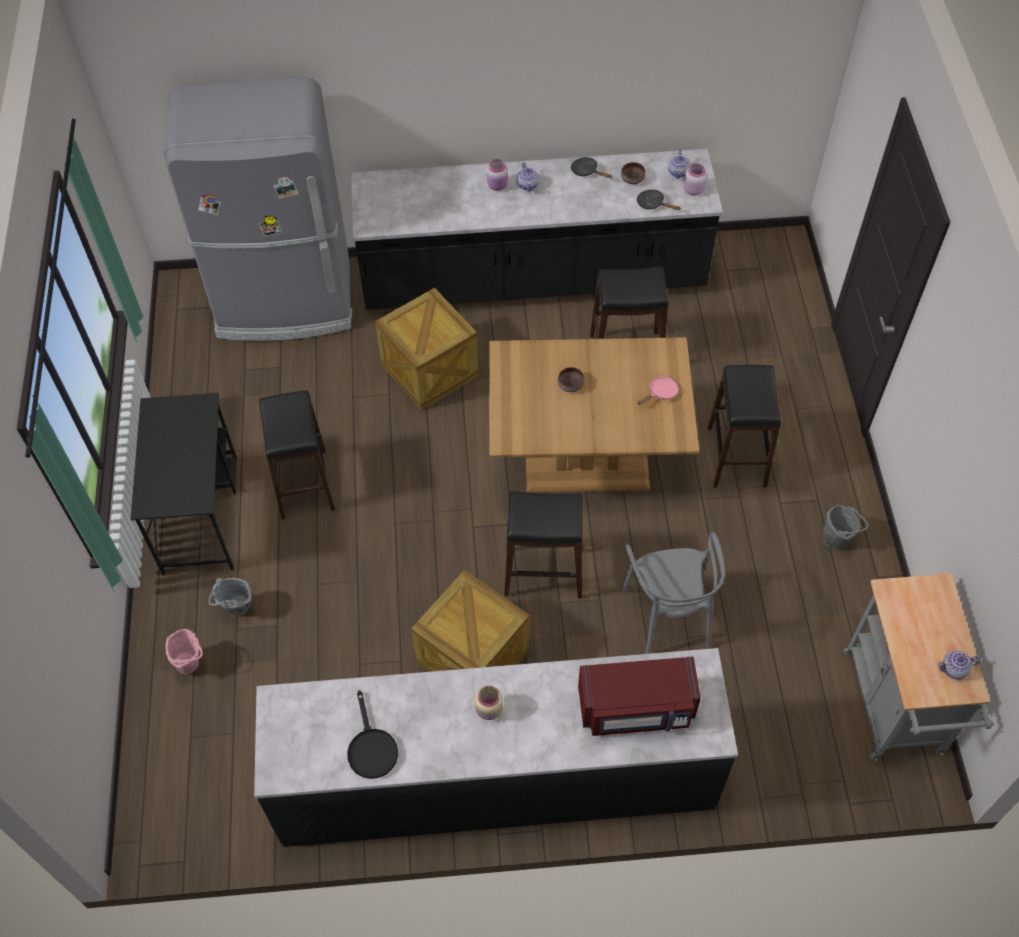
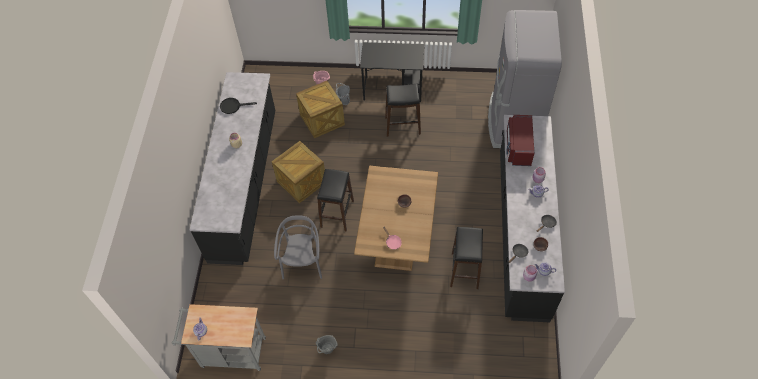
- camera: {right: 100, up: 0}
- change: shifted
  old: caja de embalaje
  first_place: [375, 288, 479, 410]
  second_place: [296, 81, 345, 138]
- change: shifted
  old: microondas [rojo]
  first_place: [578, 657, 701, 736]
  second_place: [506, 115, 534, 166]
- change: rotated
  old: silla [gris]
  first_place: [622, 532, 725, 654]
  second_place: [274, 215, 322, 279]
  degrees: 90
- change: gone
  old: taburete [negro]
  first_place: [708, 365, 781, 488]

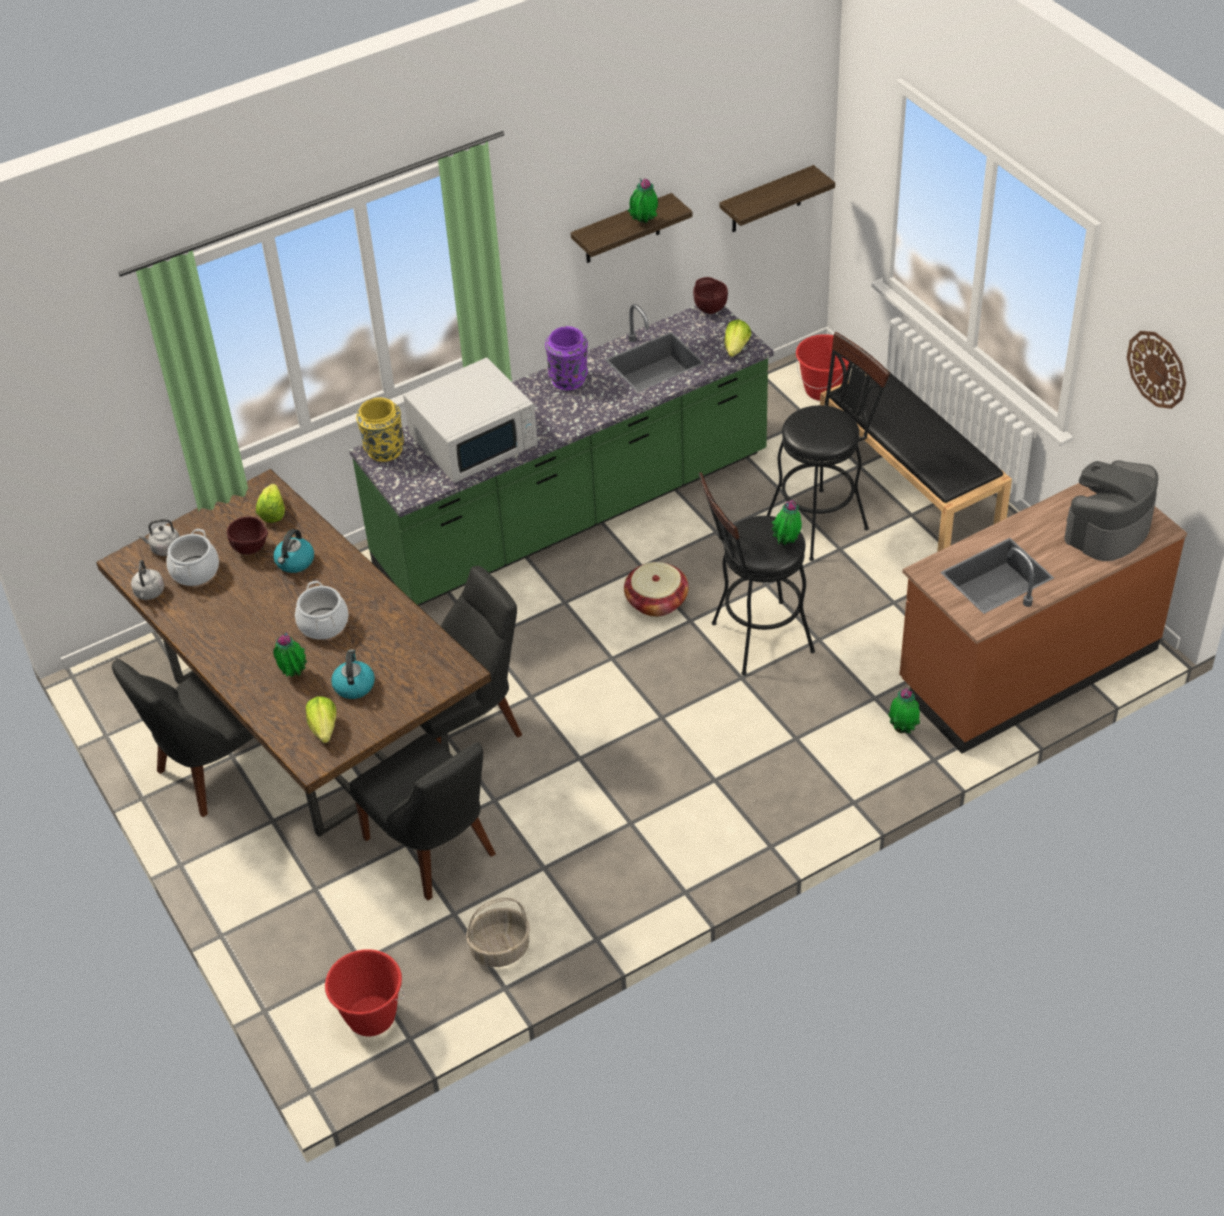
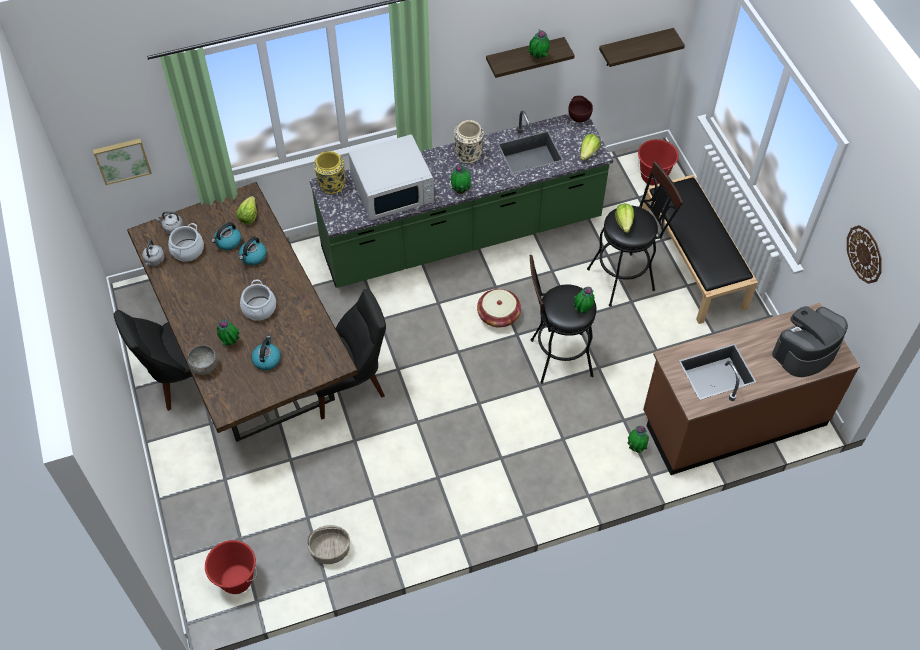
- camera: {right: 10, up: 10}
- change: swapped
  old: cuenco [marrón]
  new: hervidor
  first_place: [227, 516, 268, 555]
  second_place: [211, 222, 241, 250]
- change: shifted
  old: lechuga
  first_place: [306, 696, 336, 743]
  second_place: [615, 203, 634, 233]
- change: gone
  old: silla [negro]
  first_place: [350, 733, 496, 901]
- change: repainted
  old: florero [morado]
  new: florero [beis]
  first_place: [545, 326, 588, 390]
  second_place: [454, 120, 484, 163]
- change: new
  new: cuadro
  second_place: [93, 138, 152, 185]
- change: new
  new: cuenco [gris]
  second_place: [187, 345, 218, 375]
- change: new
  new: planta en maceta
  second_place: [451, 164, 472, 194]

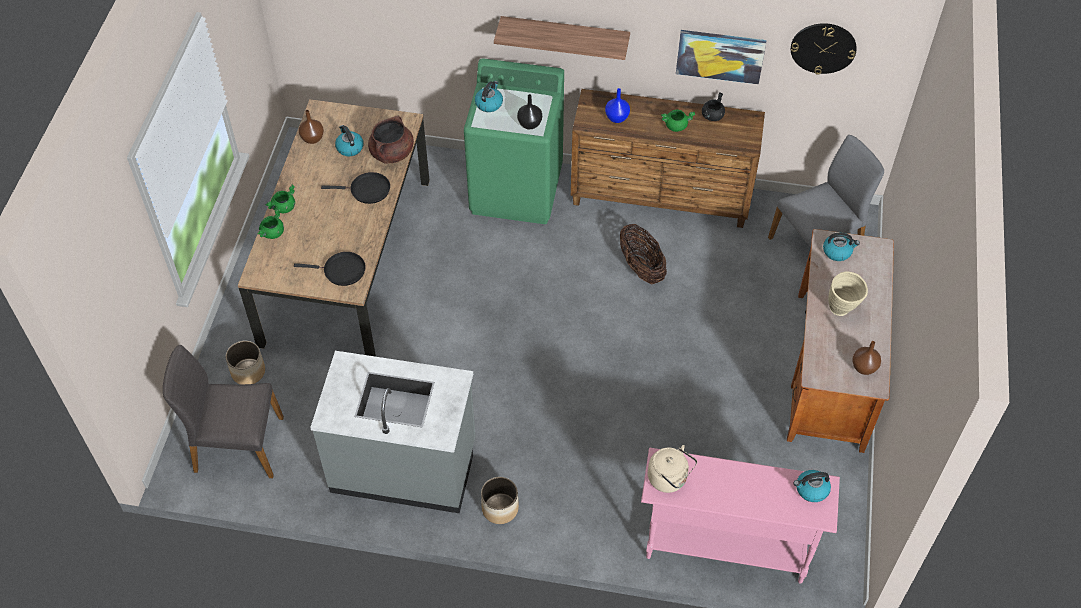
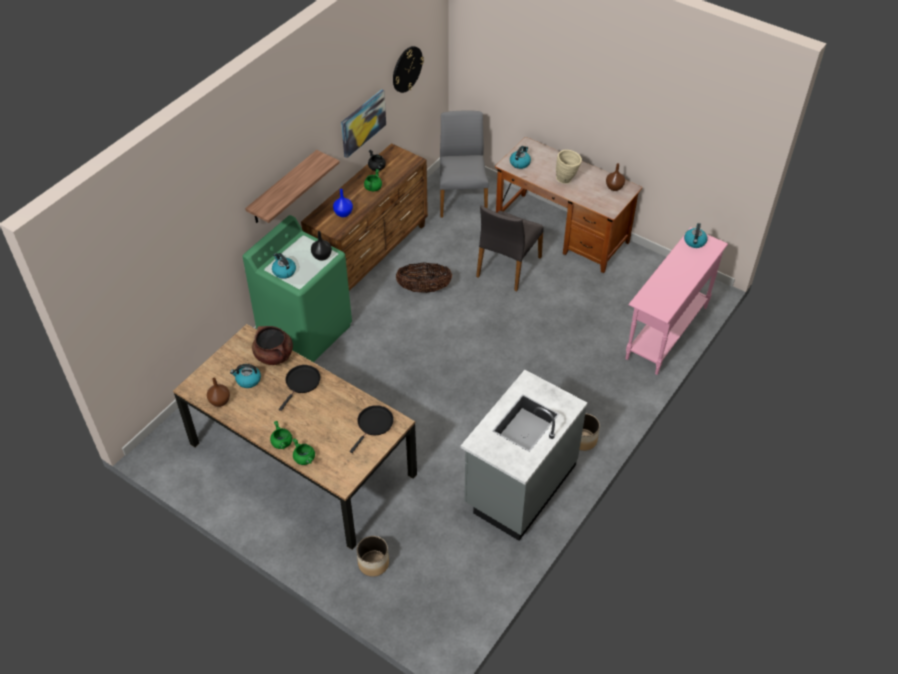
- camera: {right: -65, up: -5}
- change: shifted
  old: silla [gris]
  first_place: [163, 345, 284, 478]
  second_place: [476, 205, 544, 292]
- change: gone
  old: hervidor [beis]
  first_place: [648, 445, 697, 493]

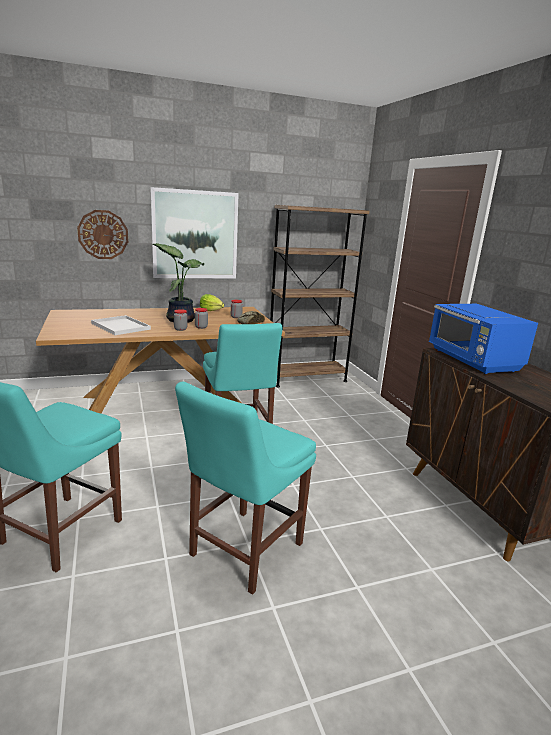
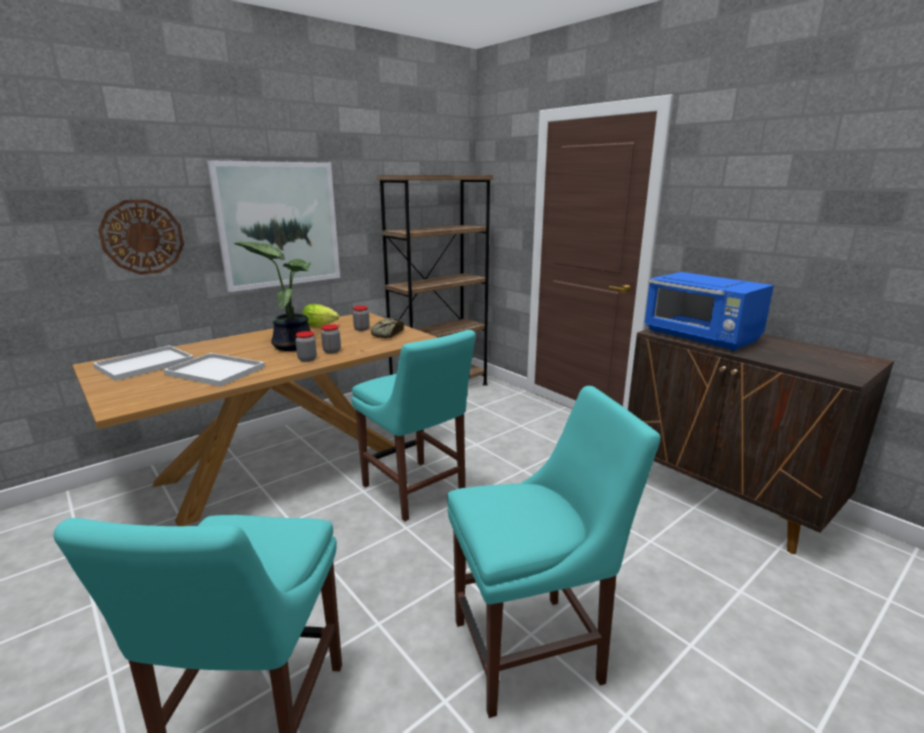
- camera: {right: -20, up: 0}
- change: rotated
  old: silla [turquesa]
  first_place: [175, 382, 316, 595]
  second_place: [447, 386, 661, 718]
  degrees: -120
- change: new
  new: bandeja [blanco]
  second_place: [93, 345, 194, 381]

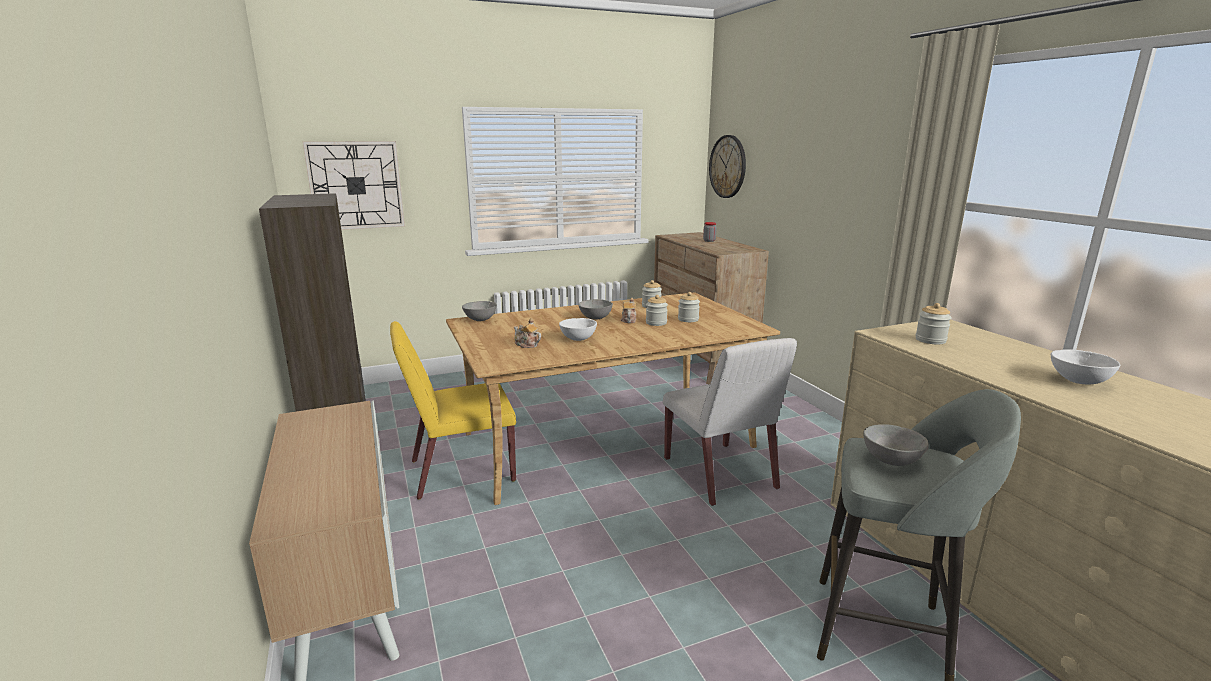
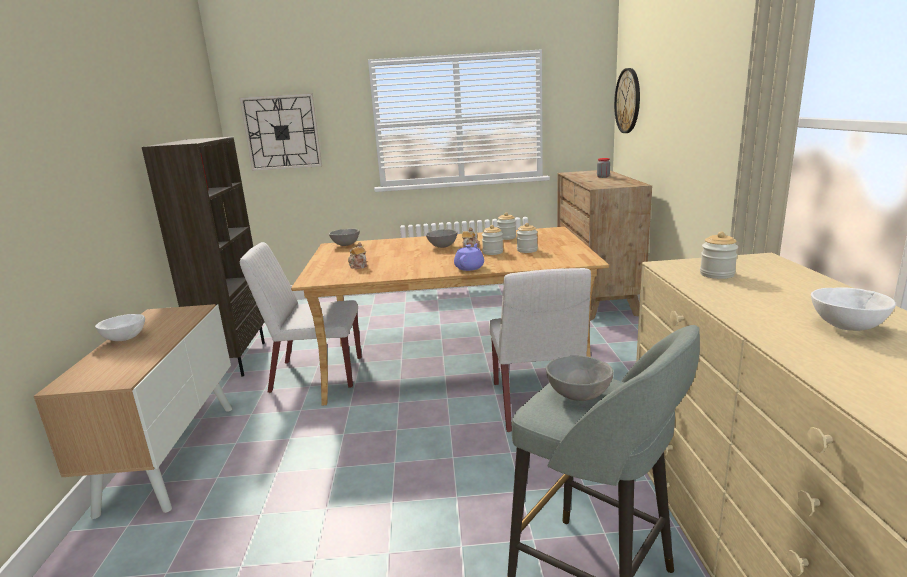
- camera: {right: 20, up: 0}
- change: repainted
  old: silla [amarillo]
  new: silla [blanco]
  first_place: [390, 321, 516, 500]
  second_place: [240, 242, 362, 393]
- change: shifted
  old: cuenco [blanco]
  first_place: [559, 318, 597, 341]
  second_place: [95, 314, 145, 341]
- change: new
  new: tetera [morado]
  second_place: [454, 243, 484, 271]

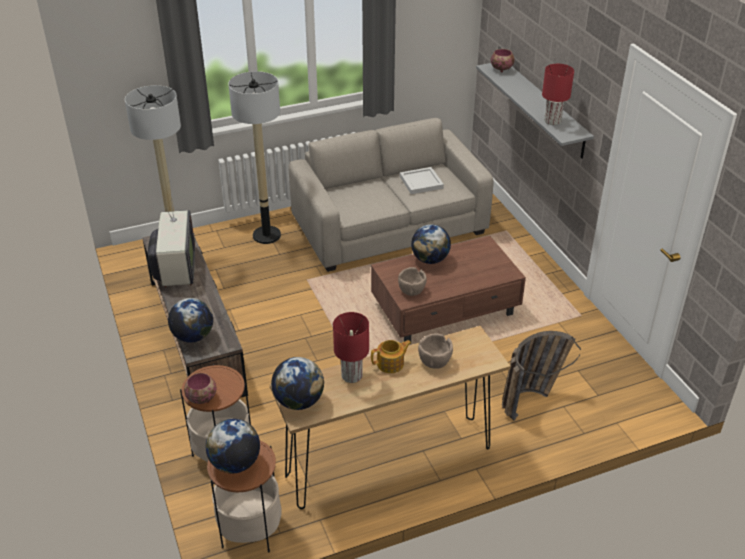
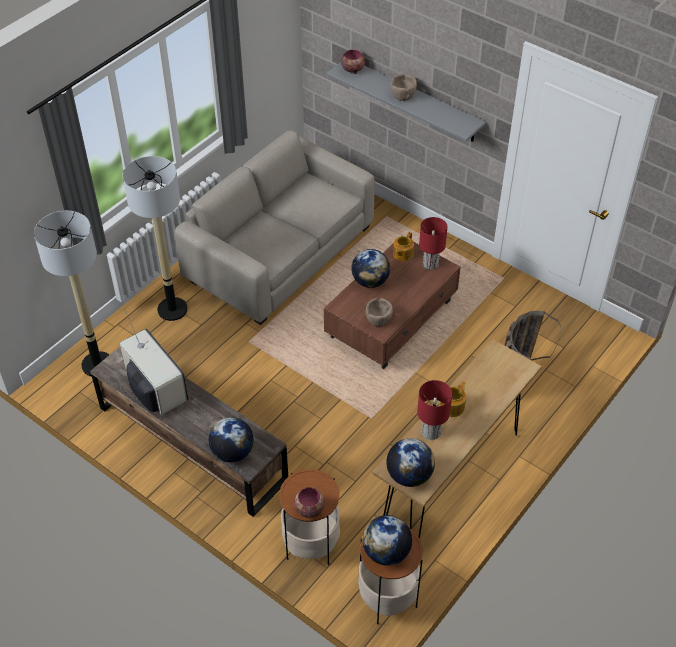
- camera: {right: -30, up: 10}
- change: gone
  old: bandeja [blanco]
  first_place: [400, 167, 444, 194]
- change: shifted
  old: cuenco [marrón]
  first_place: [418, 333, 453, 369]
  second_place: [390, 74, 417, 101]
- change: shifted
  old: lámpara de mesa [rojo]
  first_place: [542, 64, 574, 125]
  second_place: [419, 217, 448, 270]
- change: new
  new: tetera
  second_place: [393, 232, 414, 261]

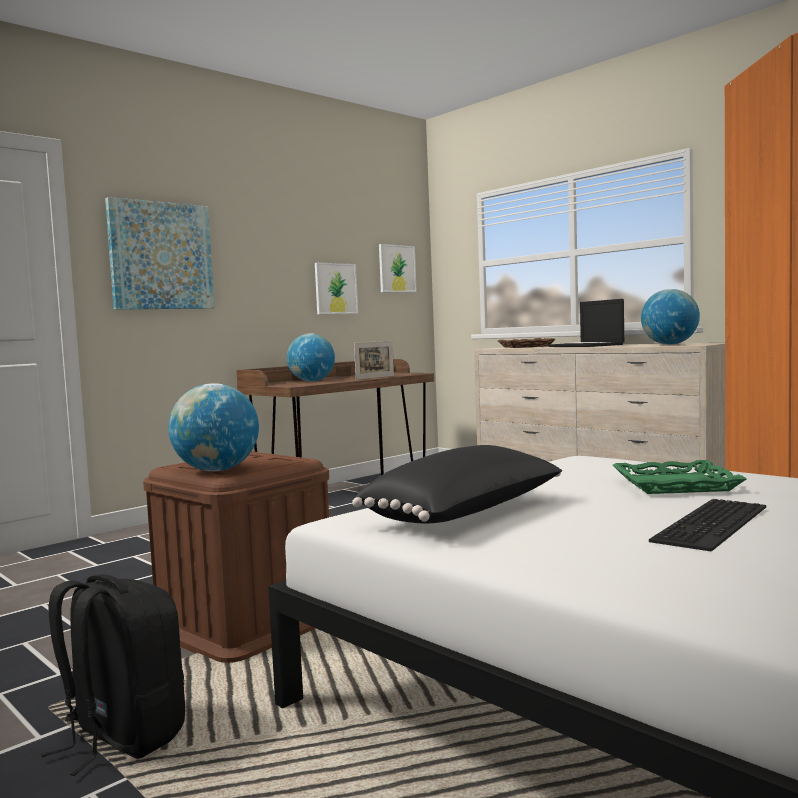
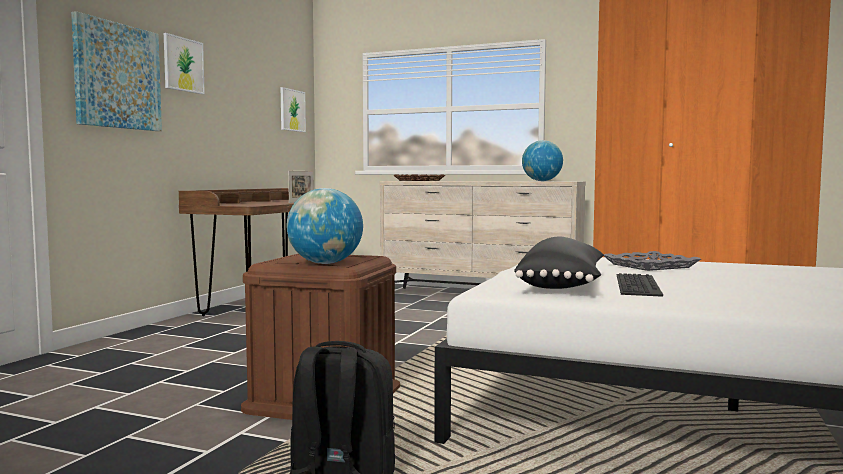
- camera: {right: -25, up: 0}
- change: gone
  old: globo terráqueo
  first_place: [287, 333, 335, 381]
- change: shifted
  old: cuadro
  first_place: [315, 263, 358, 314]
  second_place: [164, 33, 205, 94]
- change: gone
  old: portátil
  first_place: [549, 299, 624, 347]
- change: repainted
  old: bandeja [verde]
  new: bandeja [gris]
  first_place: [613, 460, 747, 494]
  second_place: [604, 251, 701, 271]
- change: shifted
  old: teclado
  first_place: [649, 499, 766, 552]
  second_place: [617, 273, 663, 297]

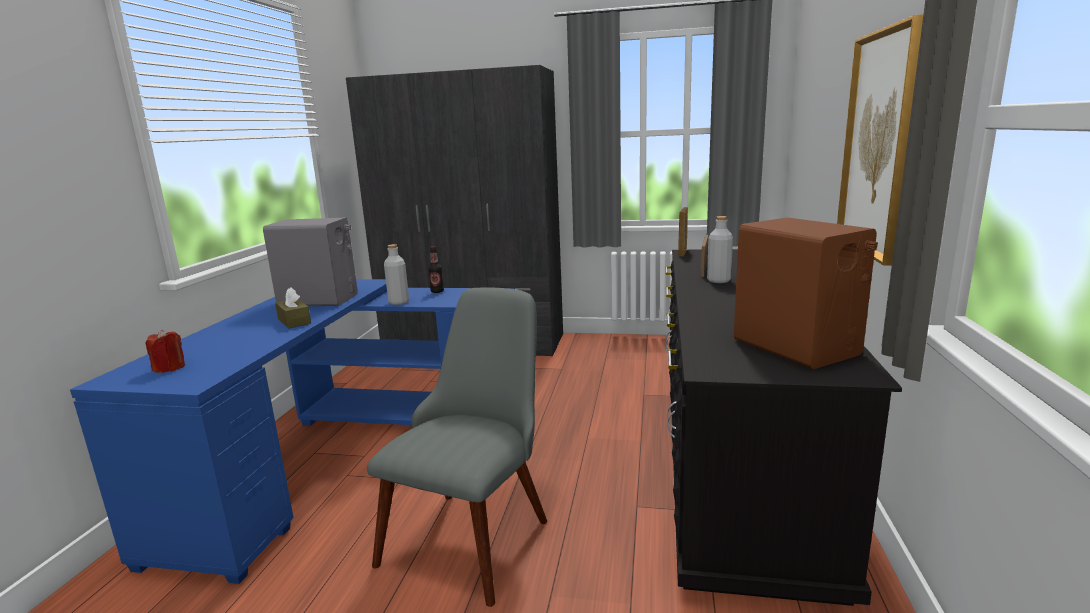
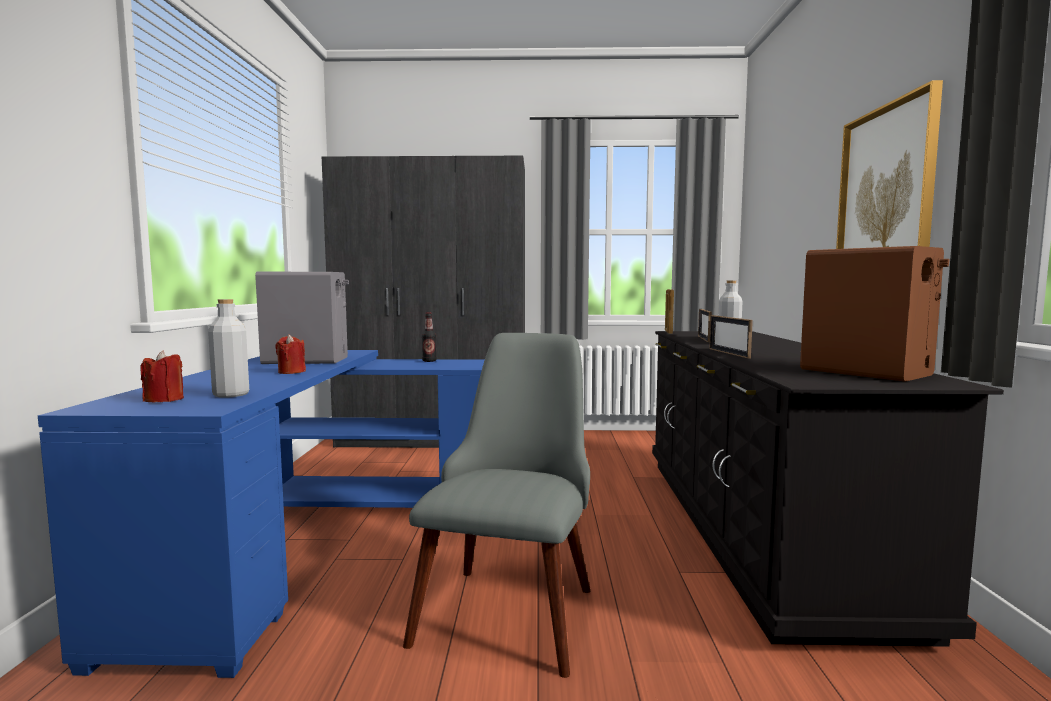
- camera: {right: -10, up: -10}
- change: swapped
  old: caja de pañuelos [marrón]
  new: vela [rojo]
  first_place: [275, 287, 311, 328]
  second_place: [275, 334, 306, 374]
- change: shifted
  old: botella [gris]
  first_place: [384, 244, 409, 305]
  second_place: [208, 299, 249, 398]
- change: new
  new: portarretratos
  second_place: [709, 315, 753, 358]

